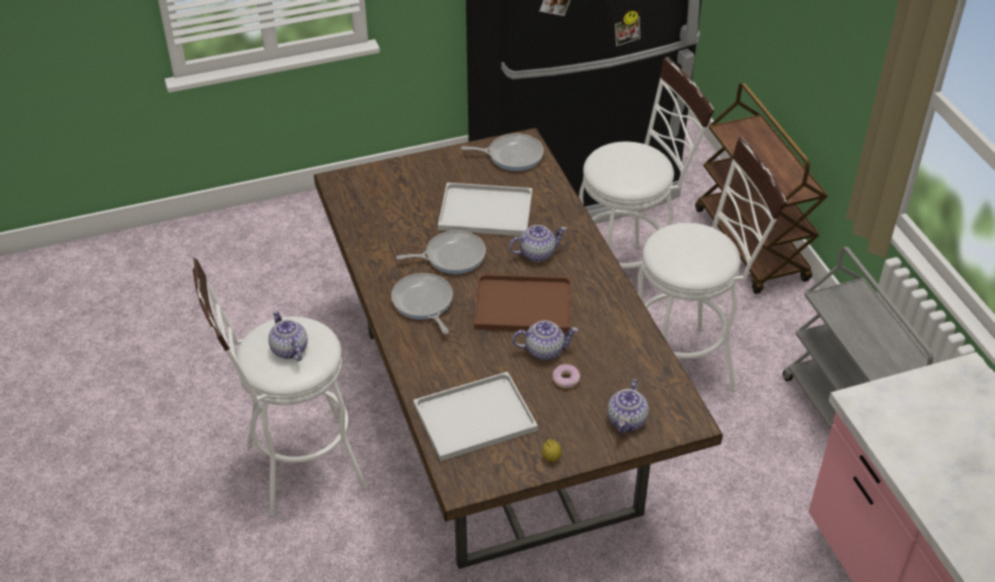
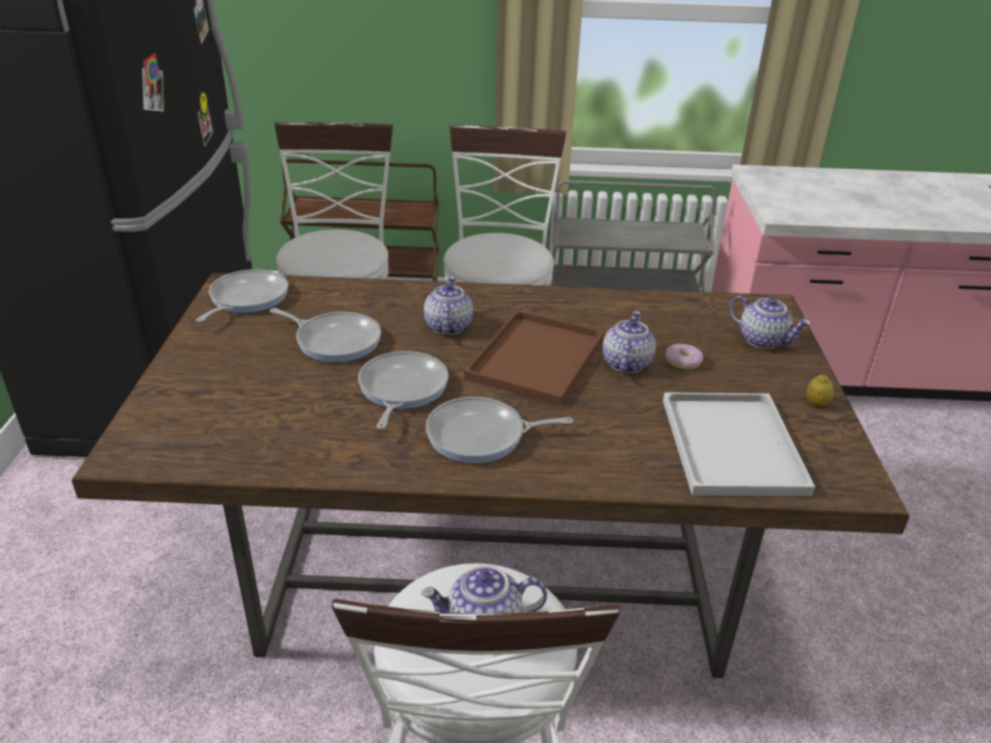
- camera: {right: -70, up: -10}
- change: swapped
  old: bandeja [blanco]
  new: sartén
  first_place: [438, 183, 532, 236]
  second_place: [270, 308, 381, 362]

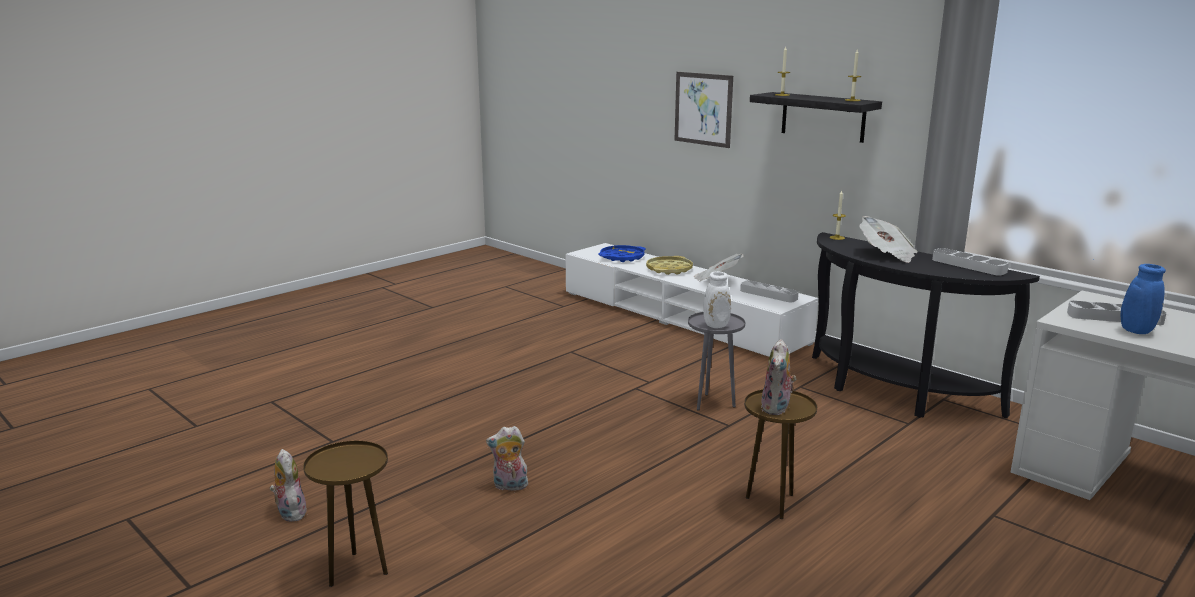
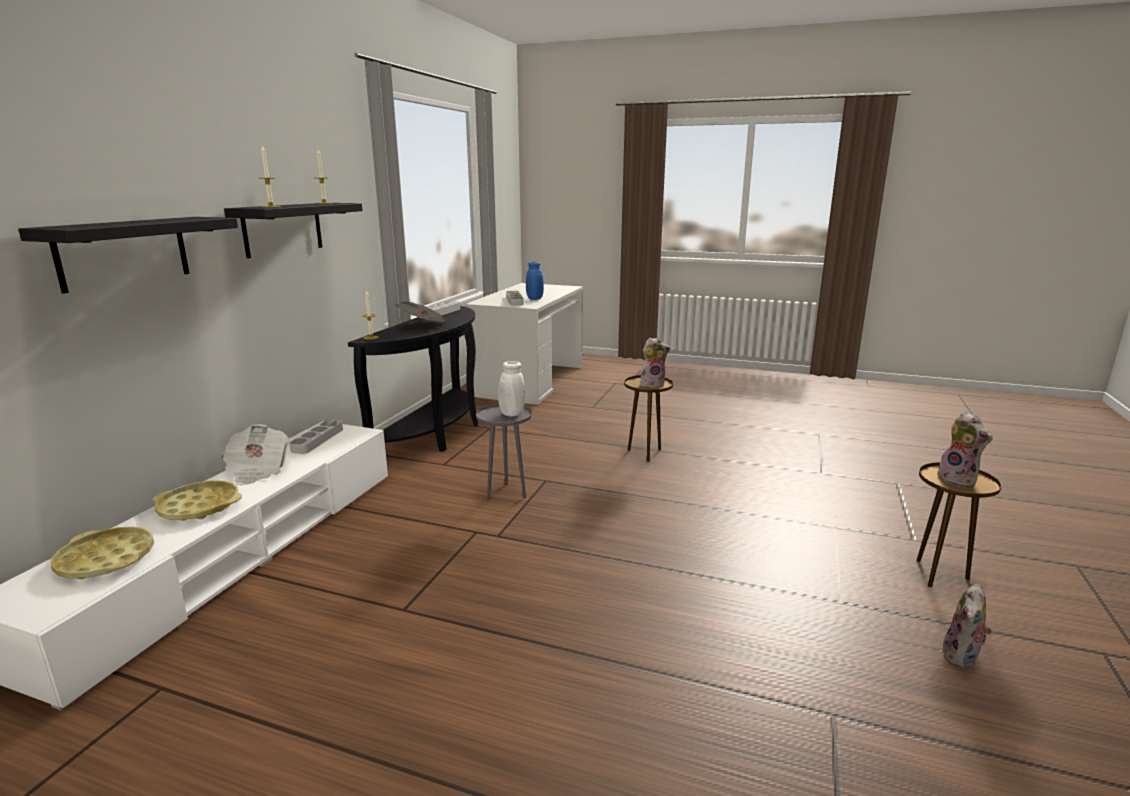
- camera: {right: -115, up: 0}
- change: shifted
  old: peluche
  first_place: [486, 426, 528, 491]
  second_place: [937, 411, 993, 487]
- change: repainted
  old: bandeja [azul]
  new: bandeja [amarillo]
  first_place: [599, 245, 646, 262]
  second_place: [51, 526, 154, 579]
- change: swapped
  old: cuadro
  new: estante [negro]
  first_place: [674, 72, 733, 148]
  second_place: [18, 217, 238, 294]

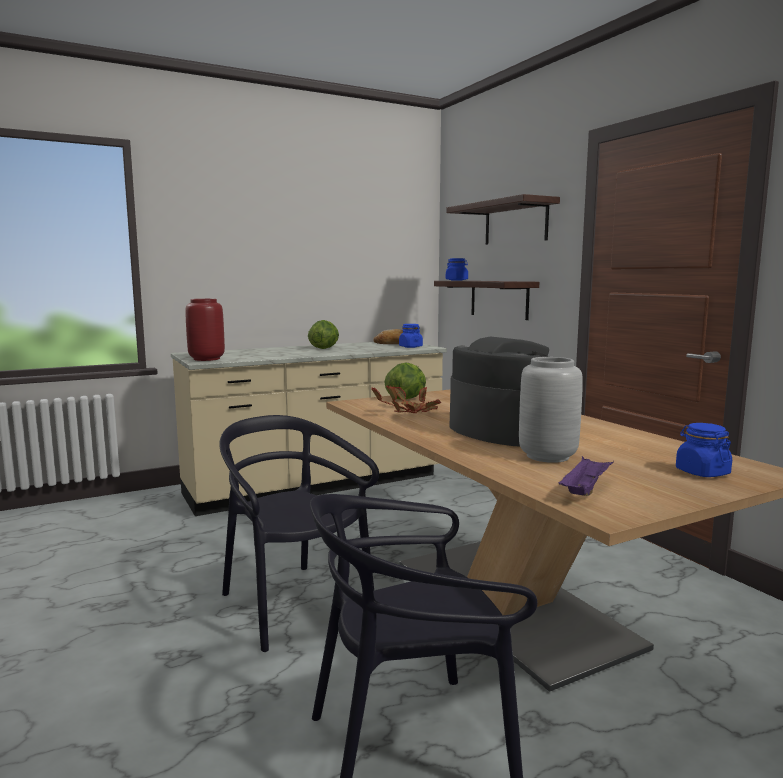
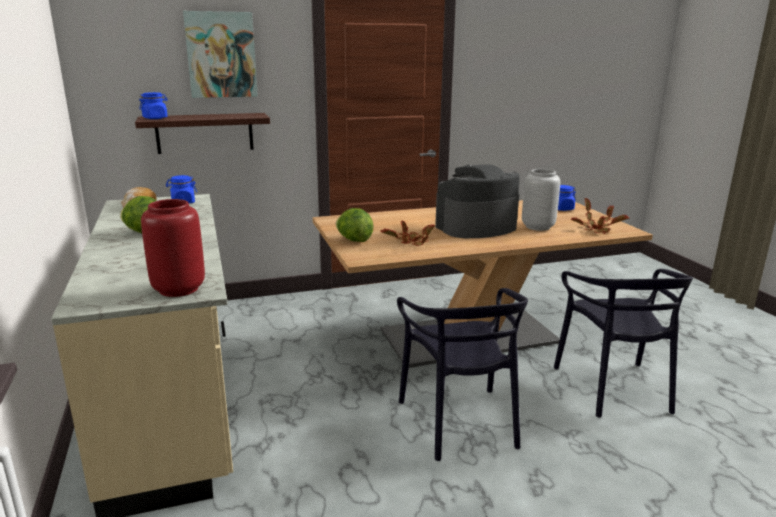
- camera: {right: -80, up: 10}
- change: rotated
  old: silla [negro]
  first_place: [219, 415, 379, 652]
  second_place: [397, 288, 528, 461]
  degrees: -75
- change: swapped
  old: estante
  new: cuadro
  first_place: [446, 194, 560, 245]
  second_place: [183, 11, 258, 98]
- change: swapped
  old: bandeja [morado]
  new: planta en maceta
  first_place: [559, 456, 614, 496]
  second_place: [571, 198, 629, 234]

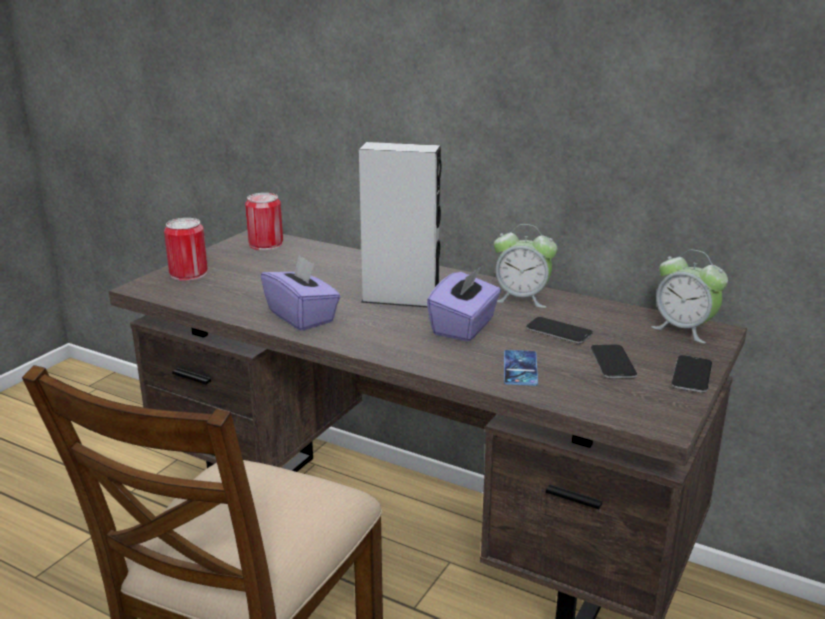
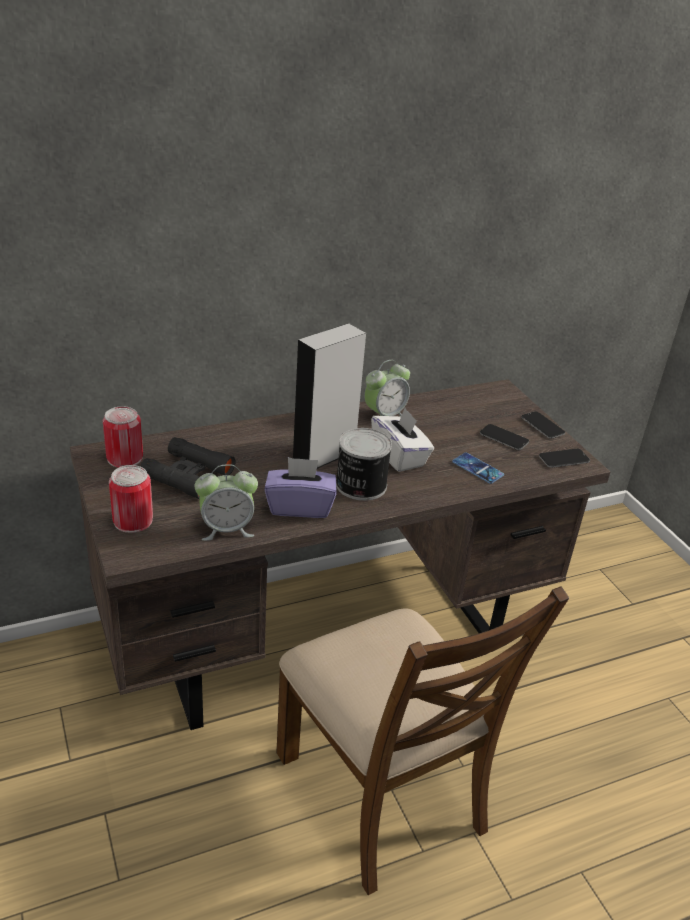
- camera: {right: -55, up: 10}
- change: repainted
  old: caja de pañuelos [morado]
  new: caja de pañuelos [blanco]
  first_place: [427, 267, 501, 342]
  second_place: [371, 408, 434, 472]
- change: shifted
  old: móvil
  first_place: [526, 317, 593, 344]
  second_place: [539, 449, 590, 468]
- change: shifted
  old: despertador
  first_place: [651, 250, 728, 343]
  second_place: [194, 464, 258, 541]
- change: new
  new: prismáticos [negro]
  second_place: [140, 437, 235, 499]
- change: new
  new: lata
  second_place: [336, 428, 392, 501]

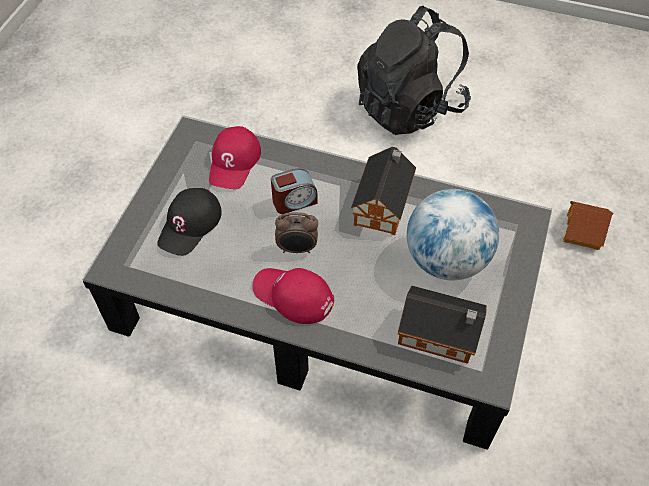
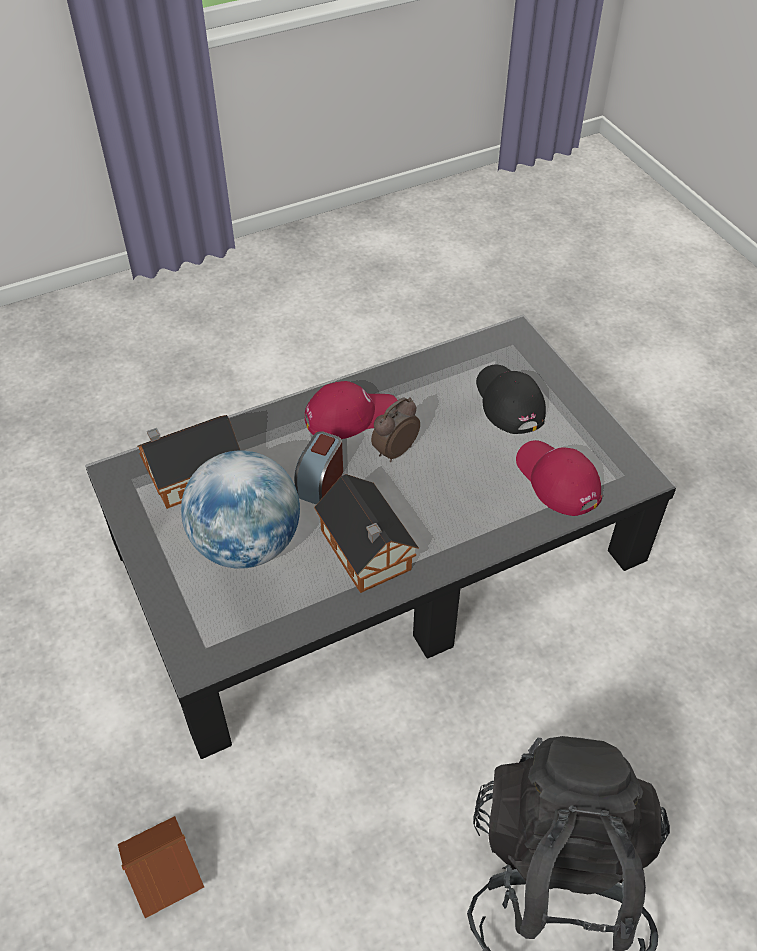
- camera: {right: 135, up: -5}
- change: shifted
  old: despertador
  first_place: [271, 169, 318, 214]
  second_place: [294, 431, 343, 505]

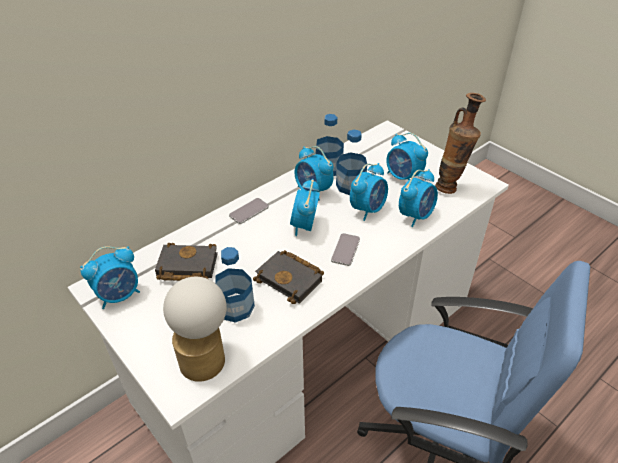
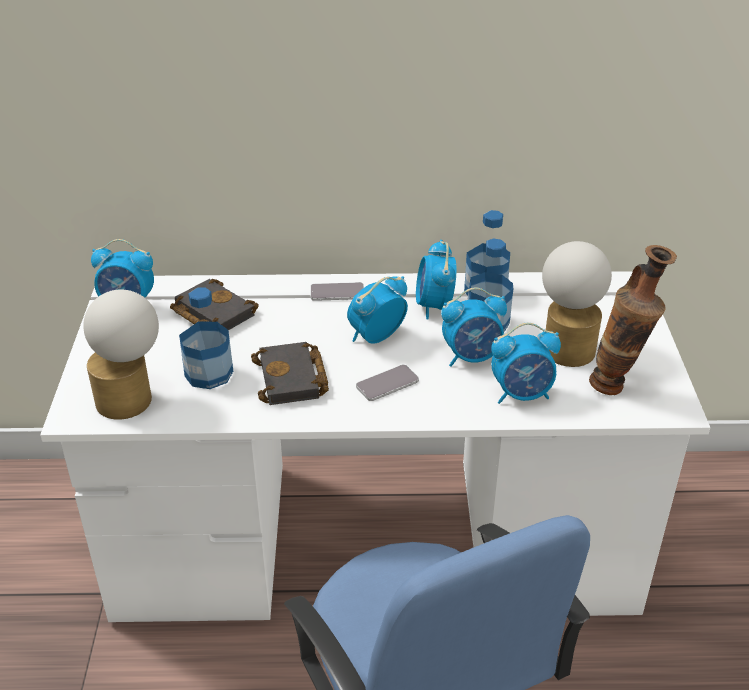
- camera: {right: 40, up: -5}
- change: swapped
  old: despertador
  new: lámpara de mesa
  first_place: [386, 133, 428, 181]
  second_place: [542, 241, 612, 367]

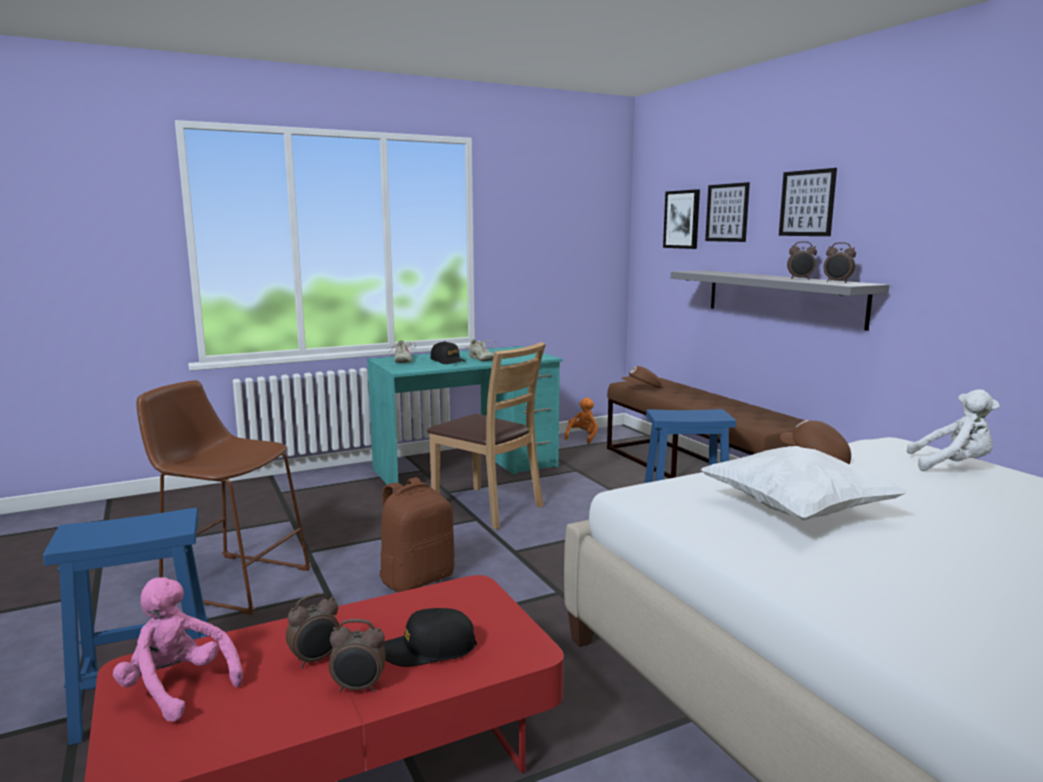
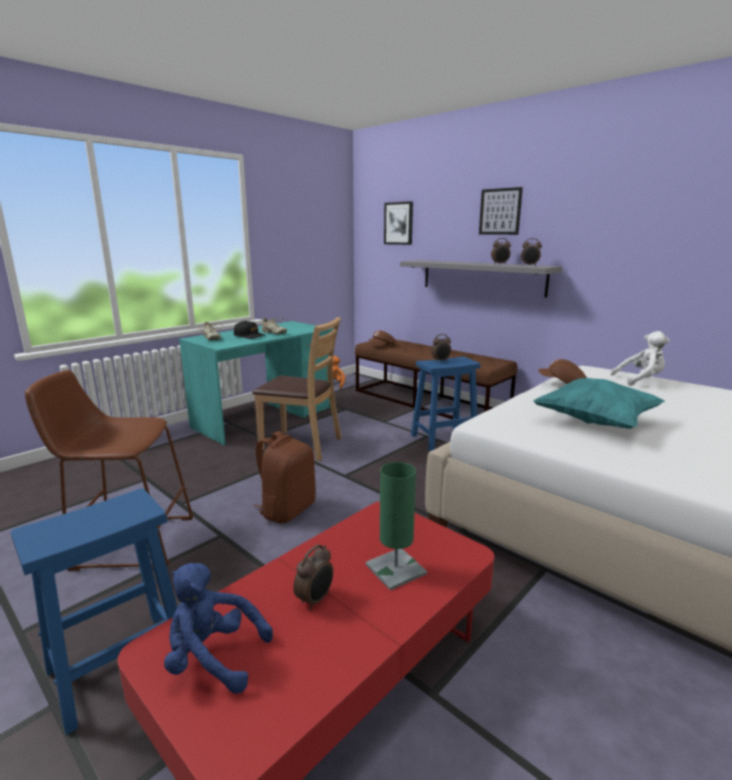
- camera: {right: -20, up: 5}
- change: repainted
  old: peluche [rosa]
  new: peluche [azul]
  first_place: [113, 577, 243, 722]
  second_place: [164, 563, 273, 694]
- change: shifted
  old: despertador
  first_place: [329, 619, 386, 692]
  second_place: [431, 334, 451, 362]
- change: swapped
  old: gorra [negro]
  new: lámpara de mesa [verde]
  first_place: [383, 608, 476, 667]
  second_place: [366, 462, 427, 590]
- change: repainted
  old: cojín [blanco]
  new: cojín [turquesa]
  first_place: [701, 446, 910, 521]
  second_place: [533, 378, 665, 429]
- change: gone
  old: cuadro
  first_place: [705, 182, 750, 242]

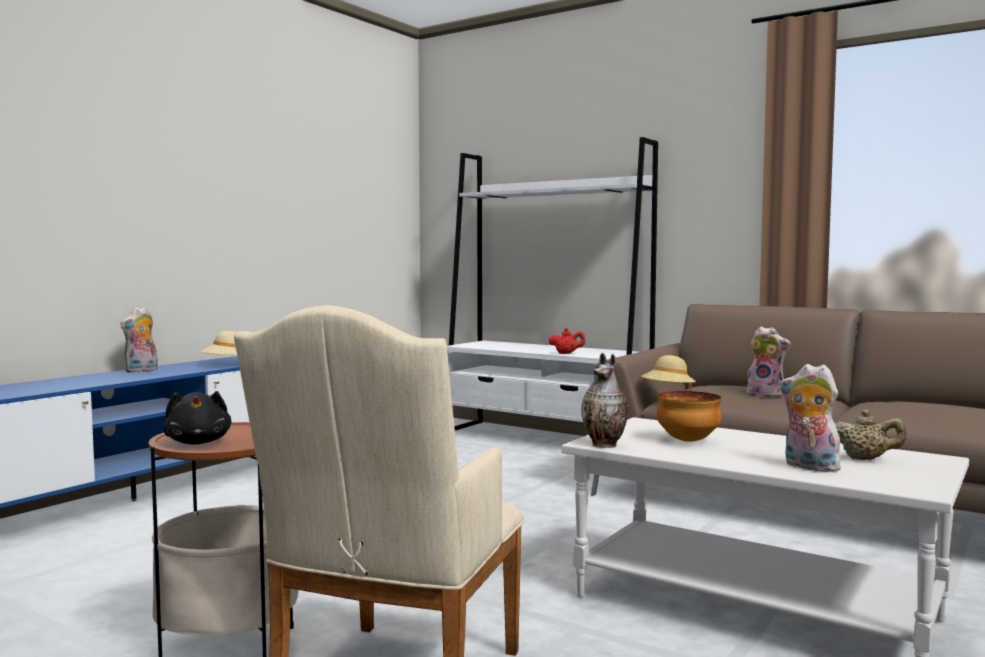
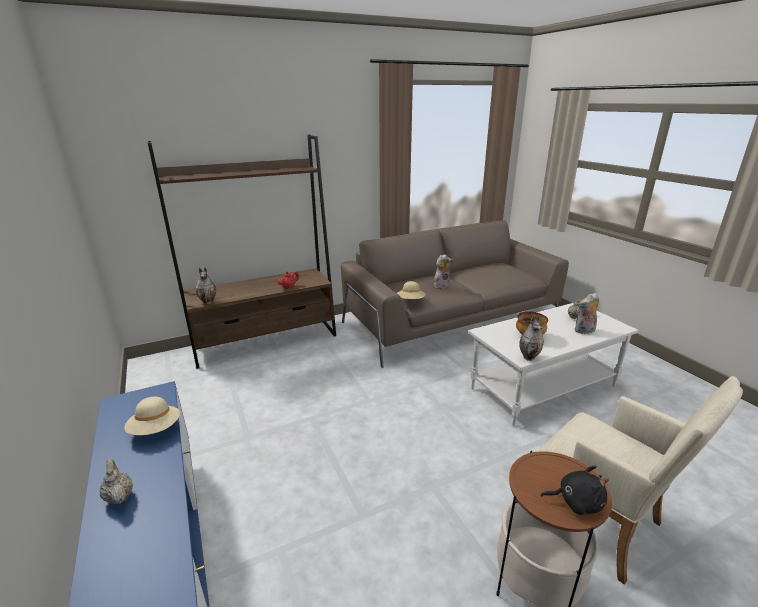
- camera: {right: -60, up: 20}
- change: swapped
  old: peluche
  new: tetera [beis]
  first_place: [120, 307, 158, 373]
  second_place: [100, 459, 133, 504]
- change: repainted
  old: estantería [blanco]
  new: estantería [marrón]
  first_place: [447, 137, 658, 430]
  second_place: [148, 135, 336, 369]
- change: new
  new: florero
  second_place: [196, 267, 216, 304]

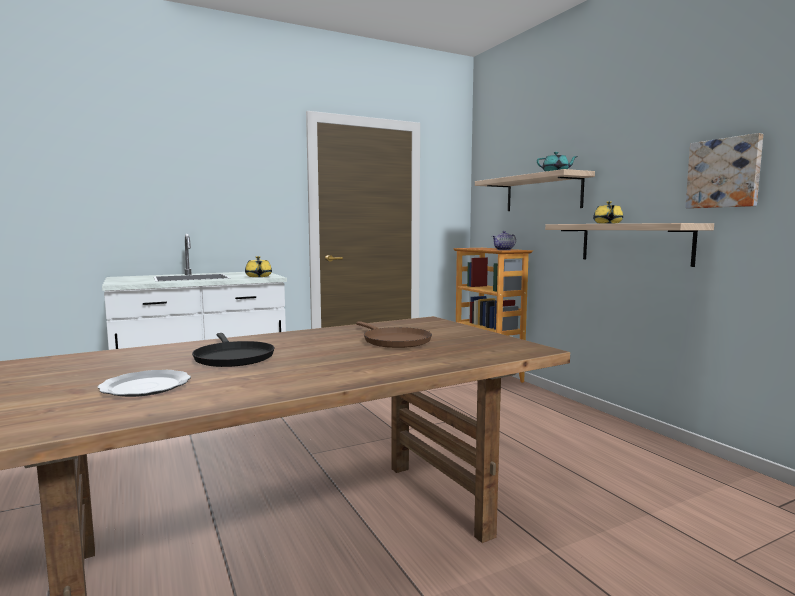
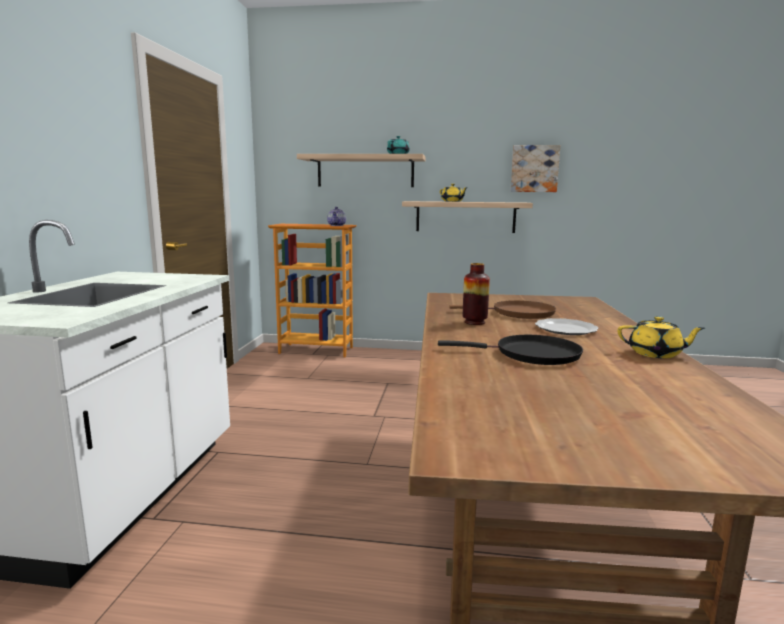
- camera: {right: -55, up: 5}
- change: shifted
  old: plato
  first_place: [97, 370, 191, 397]
  second_place: [535, 318, 599, 335]
- change: shifted
  old: tetera [amarillo]
  first_place: [245, 256, 272, 277]
  second_place: [617, 316, 705, 358]
- change: new
  new: florero
  second_place: [463, 263, 490, 325]

